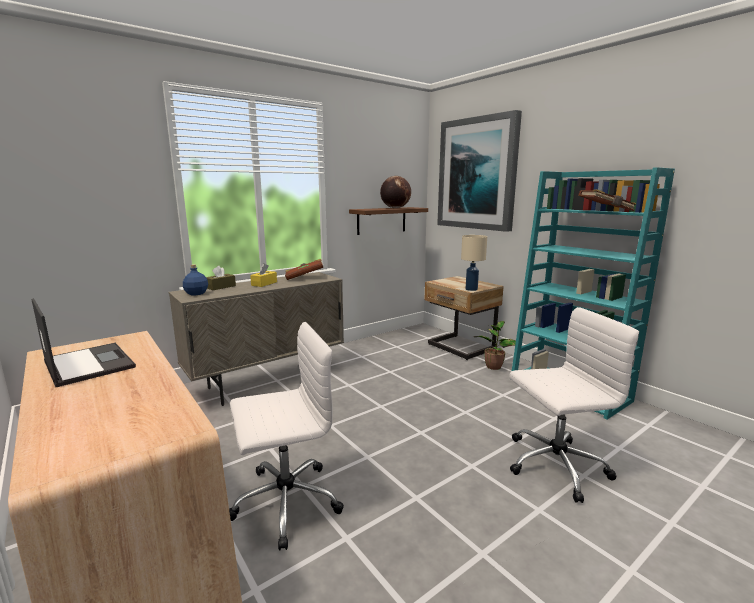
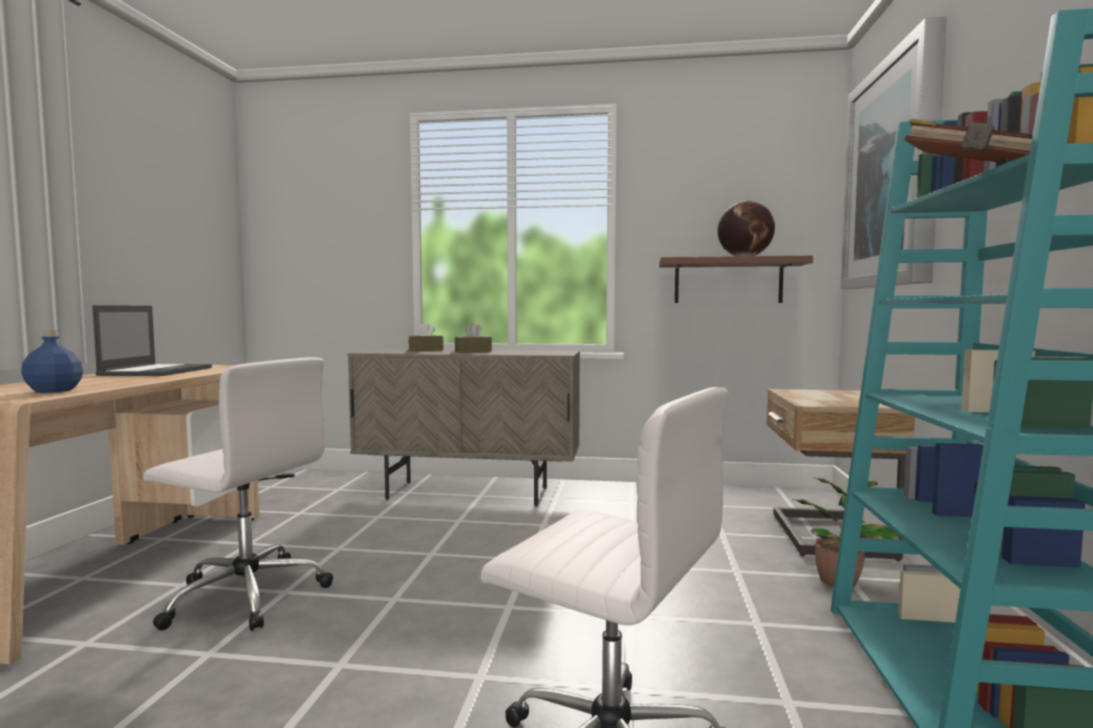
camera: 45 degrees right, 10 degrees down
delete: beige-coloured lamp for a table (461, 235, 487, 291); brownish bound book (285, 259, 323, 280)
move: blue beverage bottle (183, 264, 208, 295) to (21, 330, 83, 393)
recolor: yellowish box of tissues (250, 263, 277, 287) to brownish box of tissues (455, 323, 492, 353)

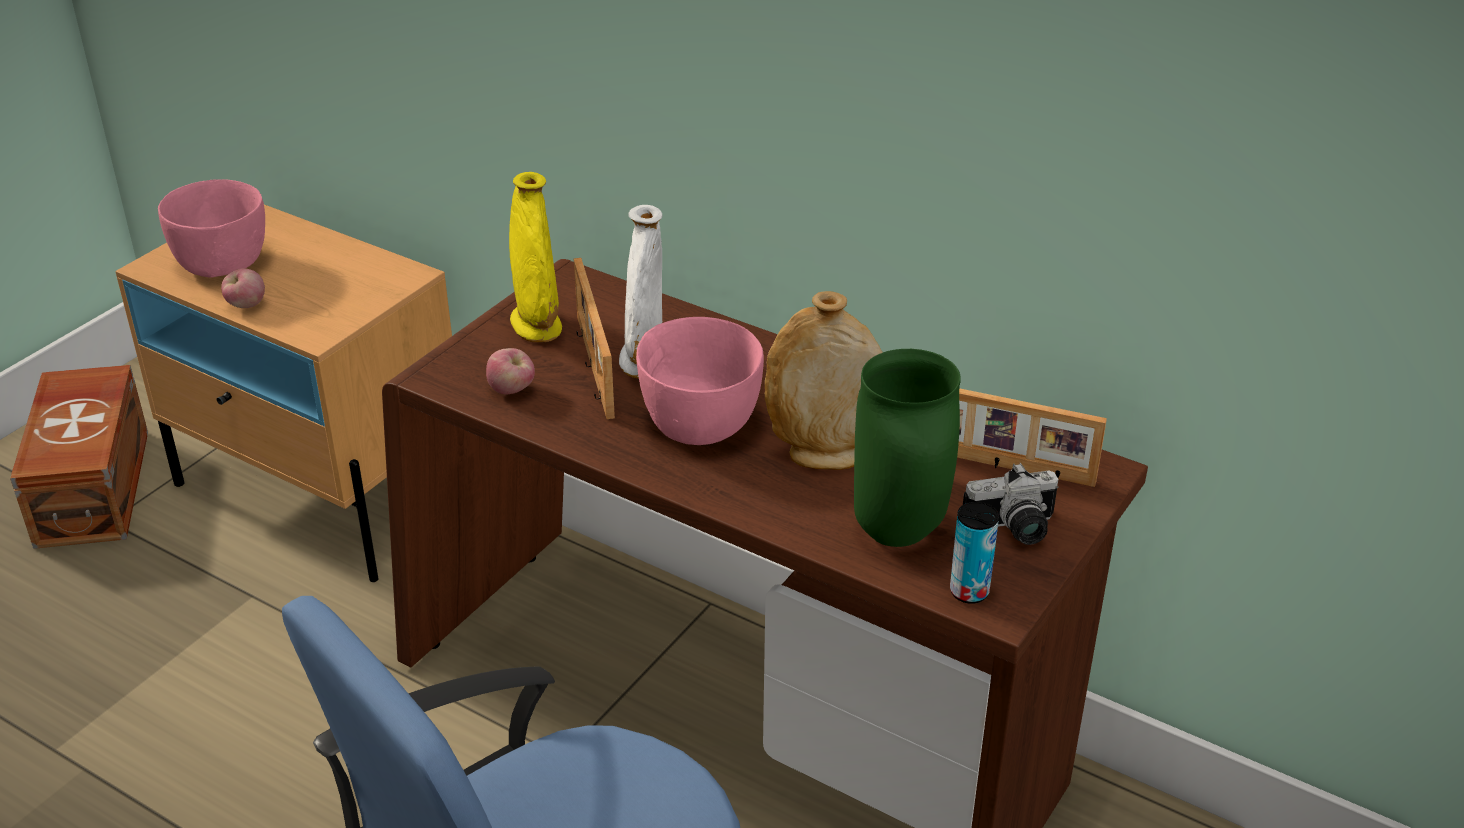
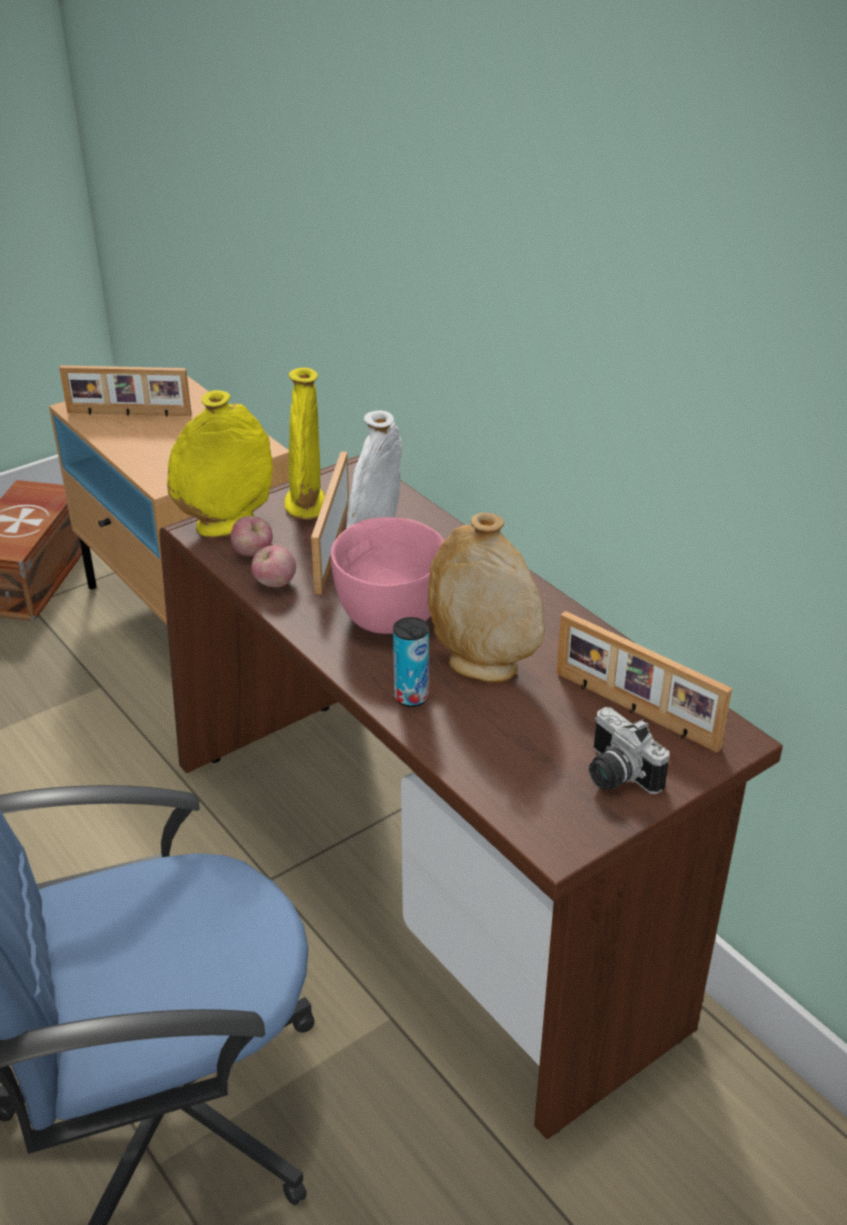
camera: 20 degrees right, 0 degrees up
delete: green-coloured flower vase (854, 349, 961, 547)
insert: yellowish flower vase (167, 390, 273, 538)
move: apple fruit (221, 268, 265, 308) to (251, 545, 296, 587); metal can (950, 502, 999, 604) to (393, 617, 429, 707)
replace: pink-coloured bowl (158, 179, 265, 278) to standing frame (59, 365, 192, 417)
rotate: photo camera (963, 463, 1058, 545) = (589, 707, 669, 794) 45 degrees clockwise

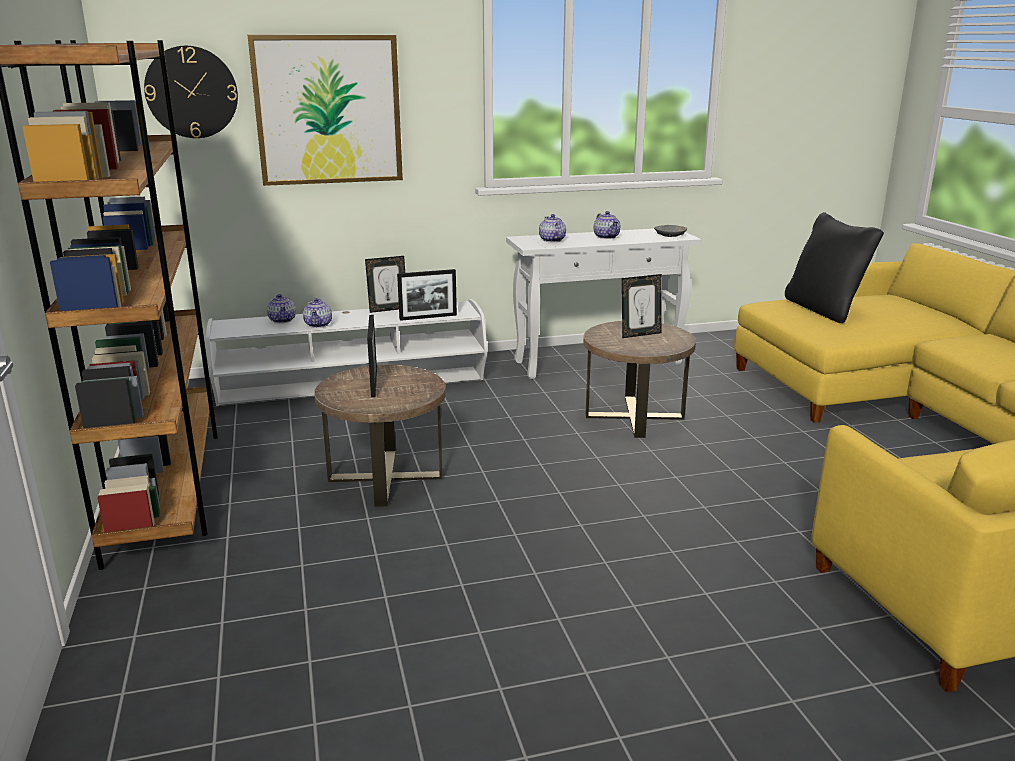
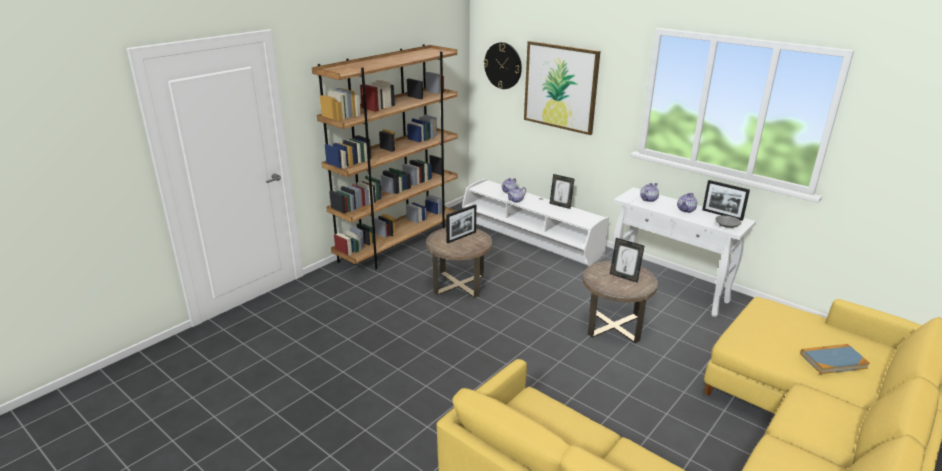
camera: 55 degrees right, 5 degrees up
delete: blackish throw pillow (785, 212, 884, 323)
insert: bound book (800, 344, 870, 374)
move: standing frame (397, 269, 457, 321) to (702, 180, 750, 221)

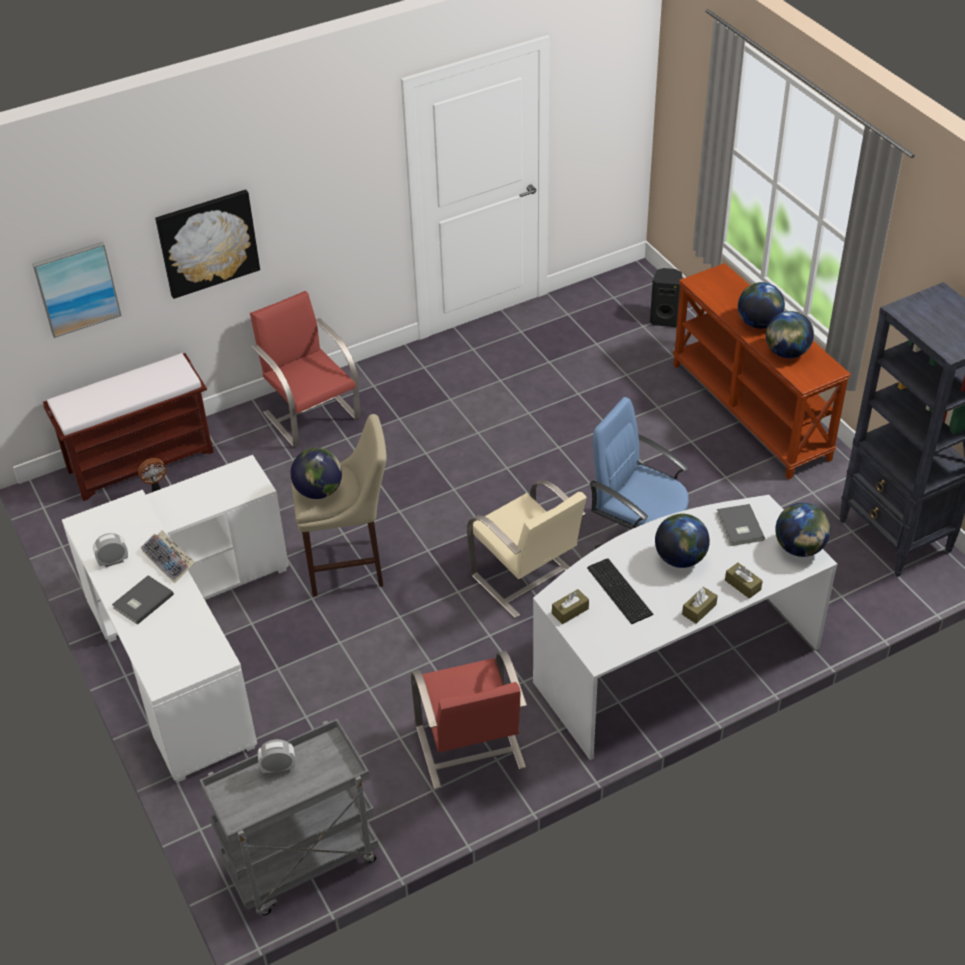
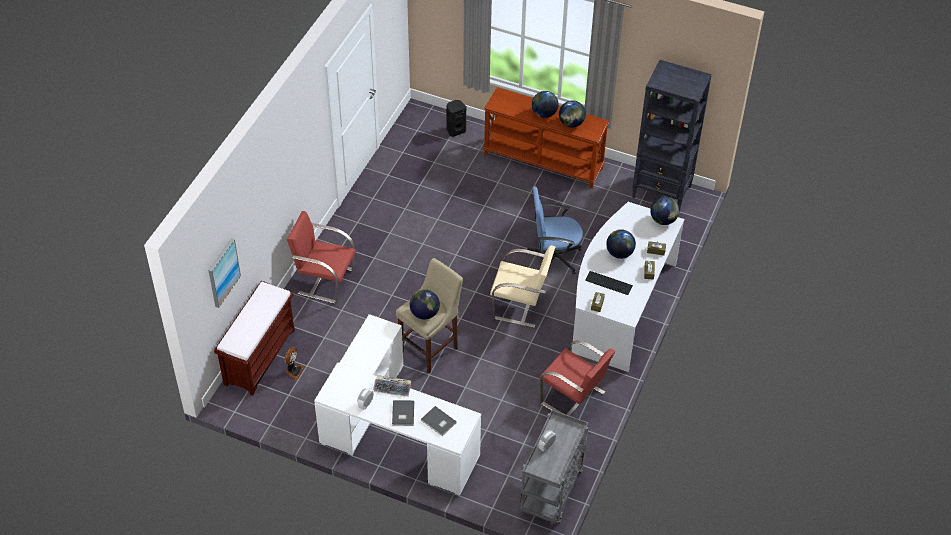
camera: 40 degrees left, 5 degrees up
delete: picture (155, 190, 260, 299)
move: gray bound book (716, 504, 765, 546) to (421, 406, 457, 436)

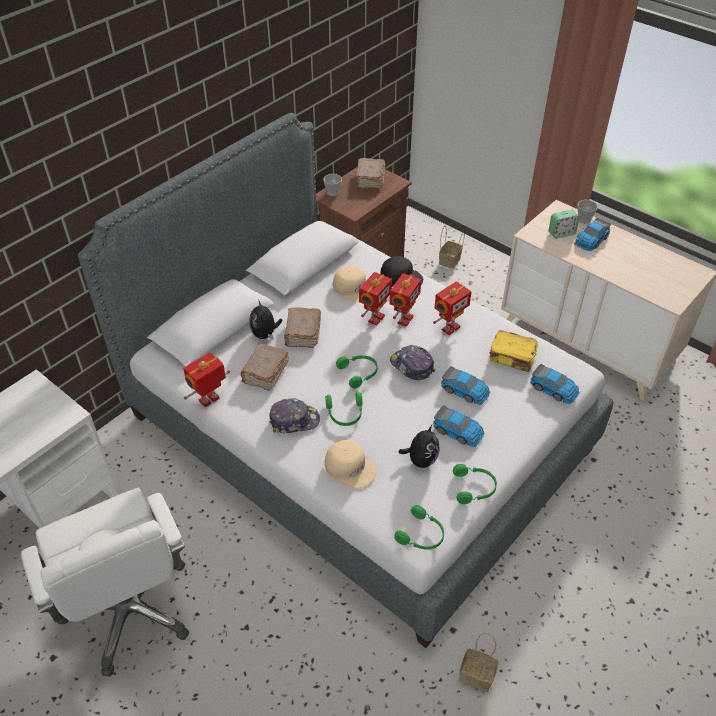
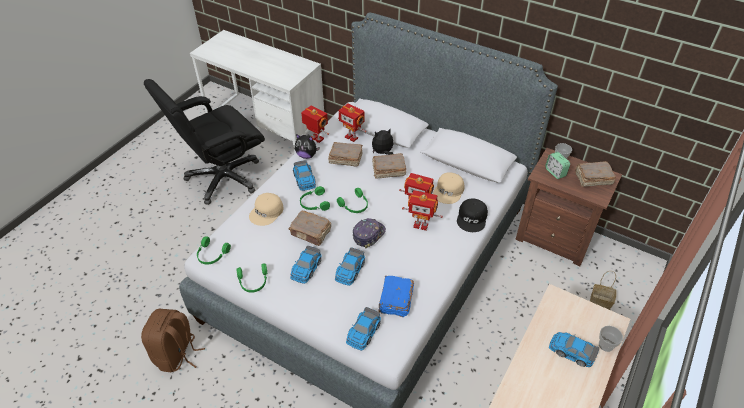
camera: 80 degrees right, 0 degrees up
insert: brownish bound book (288, 210, 331, 246)
move: alarm clock (549, 209, 579, 239) to (545, 152, 570, 179); robot figure (433, 281, 471, 335) to (338, 103, 367, 142); plush toy (399, 425, 440, 468) to (295, 134, 320, 159)
replace: baseball cap (269, 398, 320, 433) to model car (293, 160, 316, 191); storage basket (459, 633, 499, 692) to brownish rucksack (141, 309, 205, 372)
recolor: yellowish bound book (489, 330, 539, 372) to blue bound book (378, 276, 414, 317); white computer chair (21, 488, 189, 676) to blackish computer chair (144, 79, 265, 205)

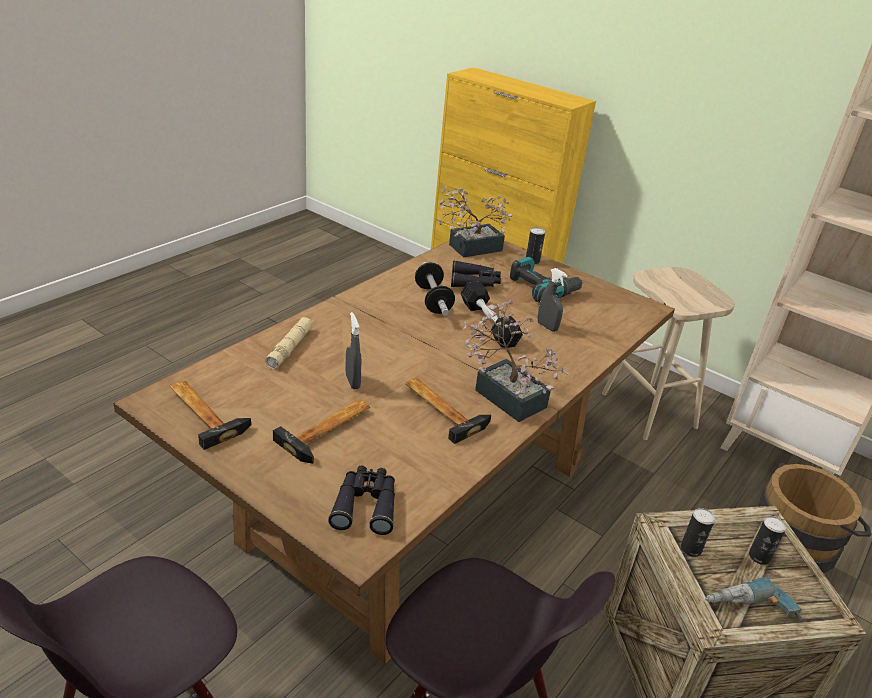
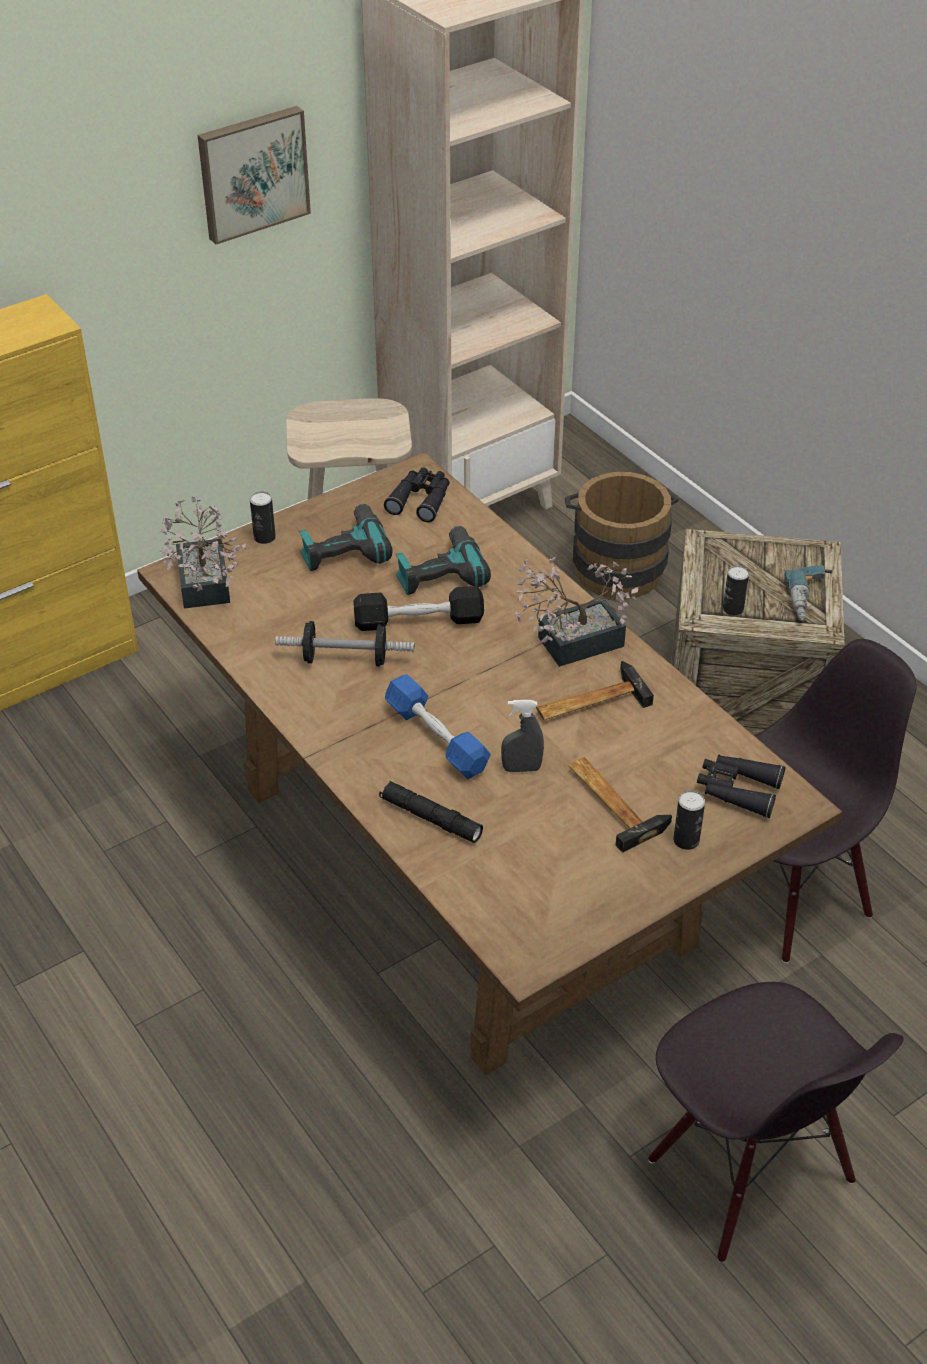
camera: 70 degrees left, 10 degrees up
delete: hand hammer (170, 381, 251, 450)
insert: picture (198, 106, 311, 244); blue hand weight (385, 674, 491, 779)
move: blackish binoculars (451, 260, 501, 287) to (384, 467, 450, 522); metal can (749, 516, 786, 565) to (673, 790, 705, 850)
replace: gray spray bottle (538, 268, 567, 332) to drill (396, 525, 491, 595)
recolor: beige-coloured flashlight (265, 317, 314, 369) to blackish flashlight (379, 781, 483, 843)

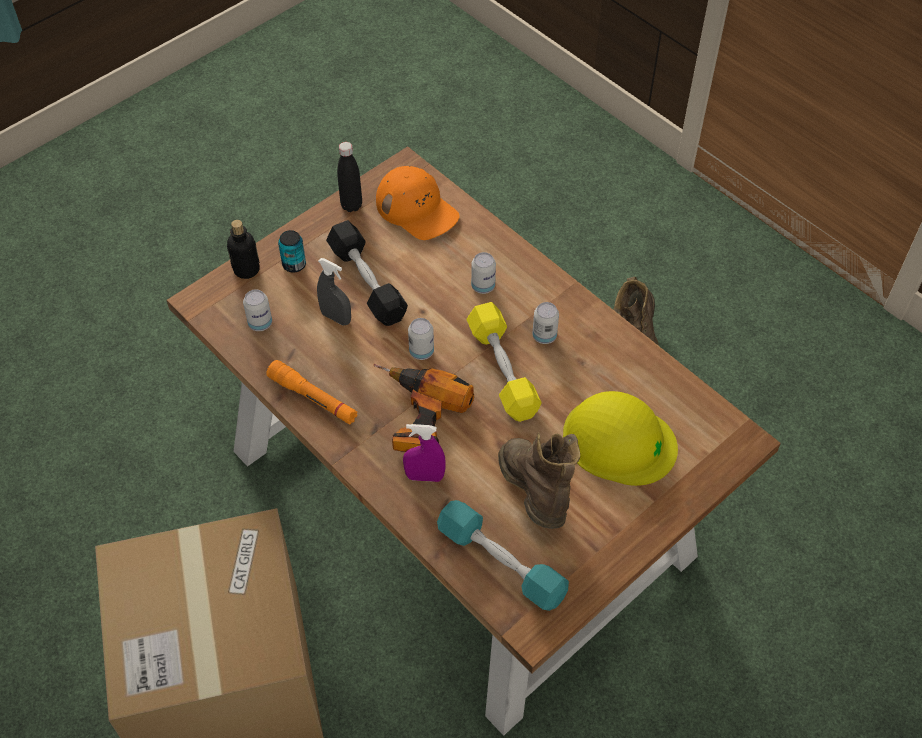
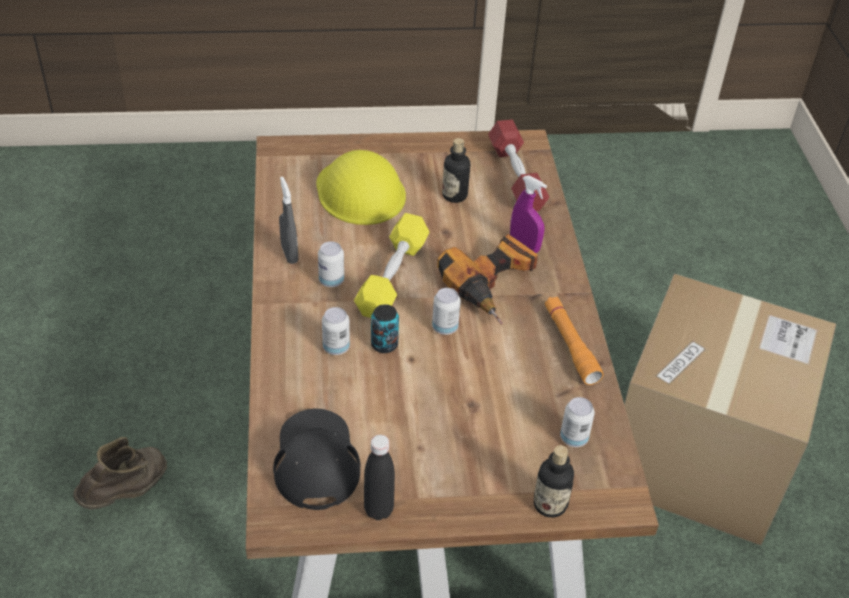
camera: 145 degrees left, 10 degrees down
delete: blackish hand weight (326, 220, 408, 326)
move: metal can (278, 230, 306, 273) to (371, 304, 399, 353); gray spray bottle (317, 258, 351, 326) to (279, 176, 298, 264)
replace: brownish high-top boot (498, 432, 580, 529) to beverage bottle (442, 138, 470, 203)
recolor: orange baseball cap (376, 166, 460, 240) to blackish baseball cap (273, 409, 360, 510); turquoise hand weight (437, 500, 569, 611) to red-coloured hand weight (488, 120, 549, 211)

